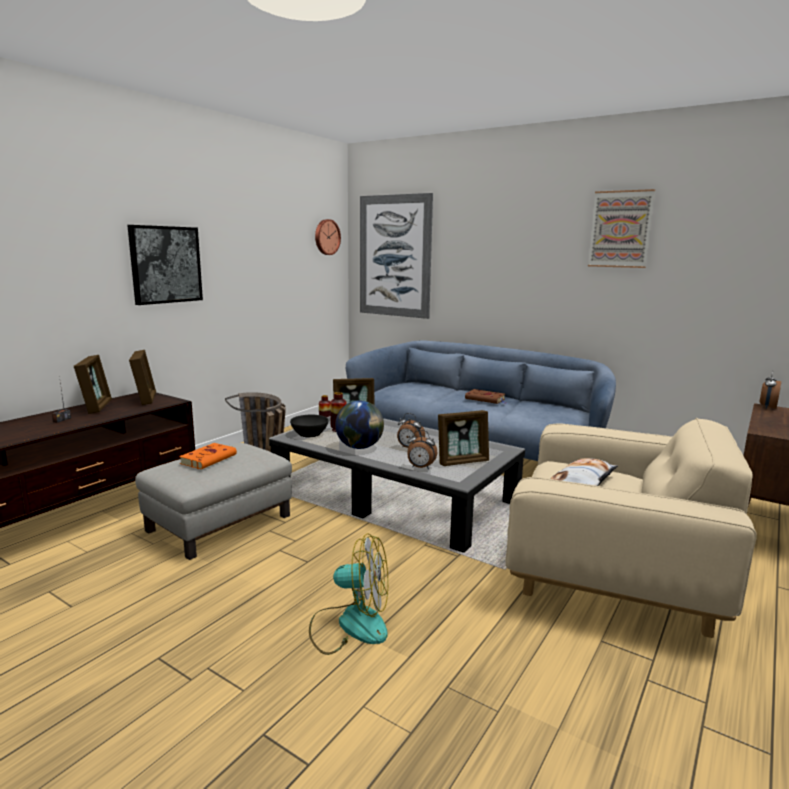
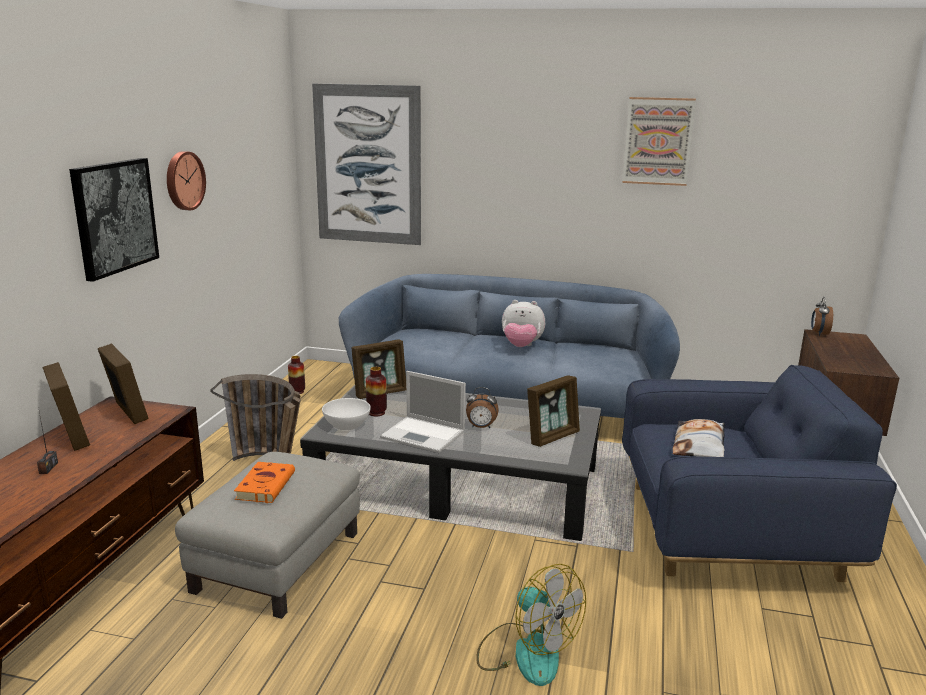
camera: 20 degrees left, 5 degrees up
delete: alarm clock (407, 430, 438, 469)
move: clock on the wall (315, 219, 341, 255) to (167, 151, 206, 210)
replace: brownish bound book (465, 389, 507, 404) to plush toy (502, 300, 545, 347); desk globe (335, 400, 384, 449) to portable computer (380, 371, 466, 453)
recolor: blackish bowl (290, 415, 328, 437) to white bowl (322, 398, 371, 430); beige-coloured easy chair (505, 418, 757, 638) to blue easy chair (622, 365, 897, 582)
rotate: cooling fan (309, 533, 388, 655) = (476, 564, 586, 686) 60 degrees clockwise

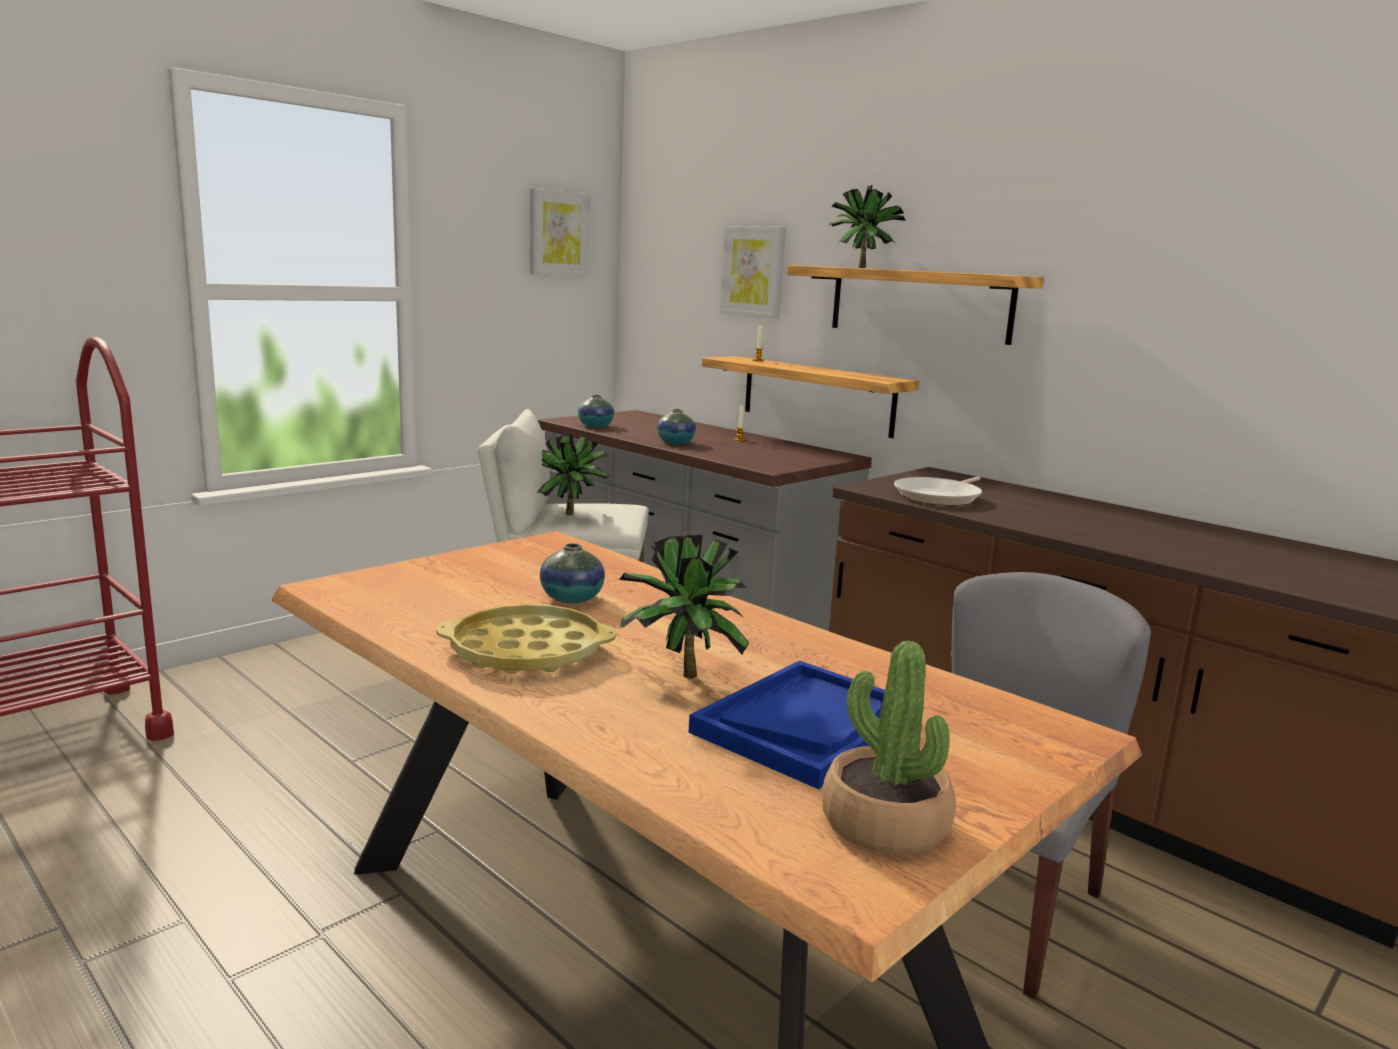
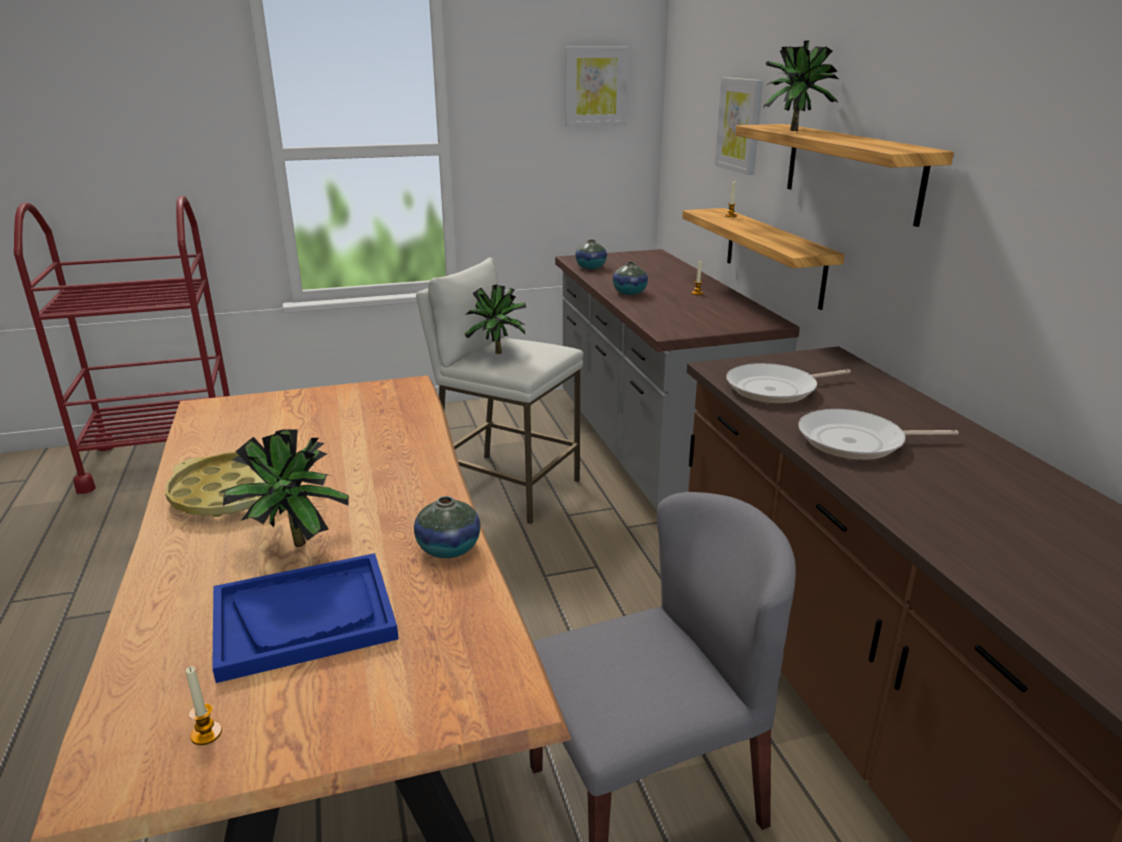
camera: 30 degrees right, 10 degrees up
insert: pan (799, 409, 959, 460)
move: flower vase (540, 543, 605, 603) to (414, 496, 481, 558)
replace: plant in a pot (822, 641, 956, 855) to wax light (186, 666, 222, 745)

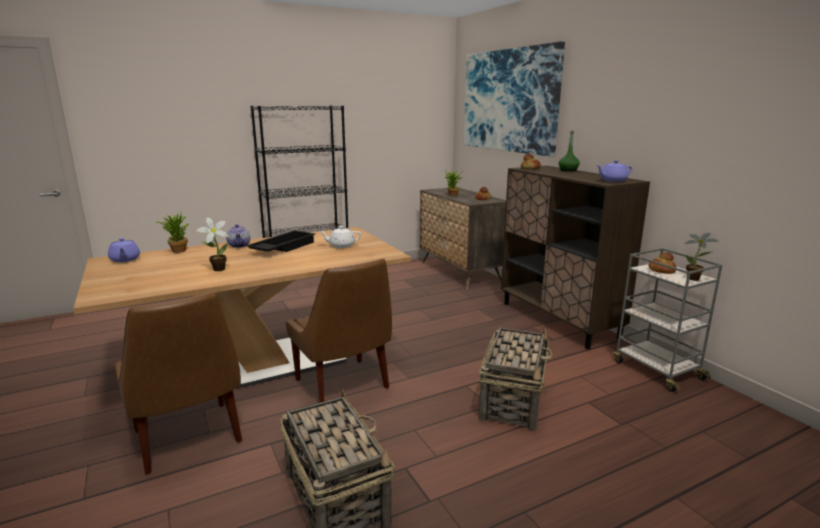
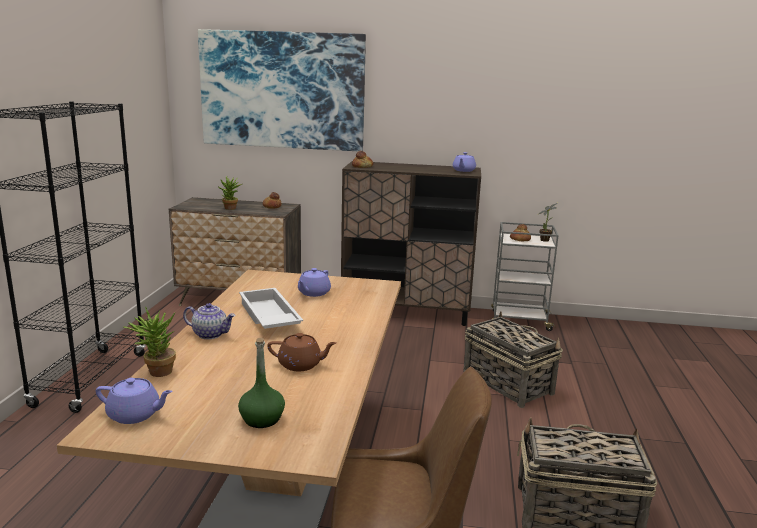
camera: 55 degrees left, 0 degrees up
delete: brownish chair (286, 259, 392, 403)
move: green-coloured beverage bottle (559, 130, 580, 172) to (238, 338, 285, 428)
replace: plant in a pot (196, 217, 229, 271) to brownish pot for tea (267, 333, 336, 371)
recolor: white pot for tea (319, 226, 361, 248) to purple pot for tea (298, 268, 331, 297); blackish tray (246, 230, 315, 252) to white tray (239, 288, 303, 329)

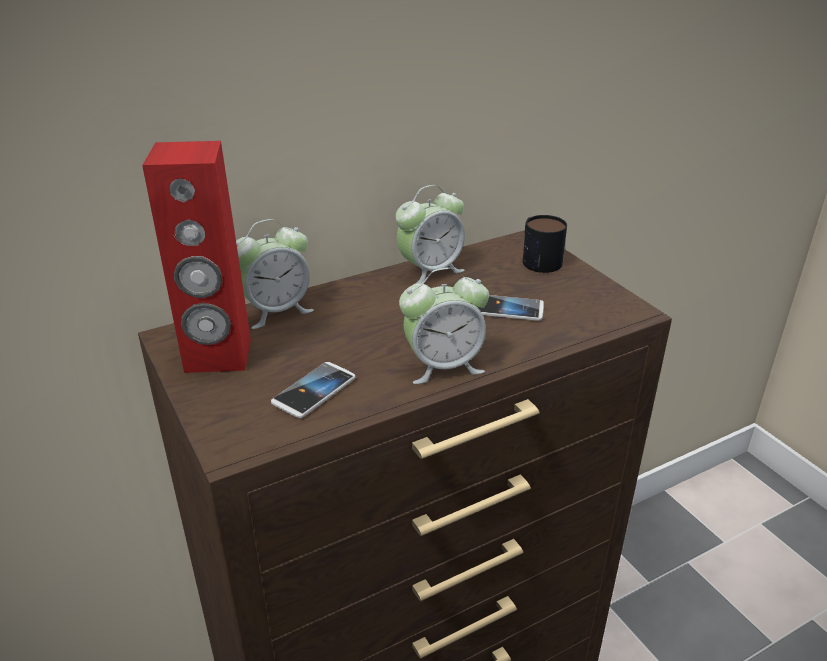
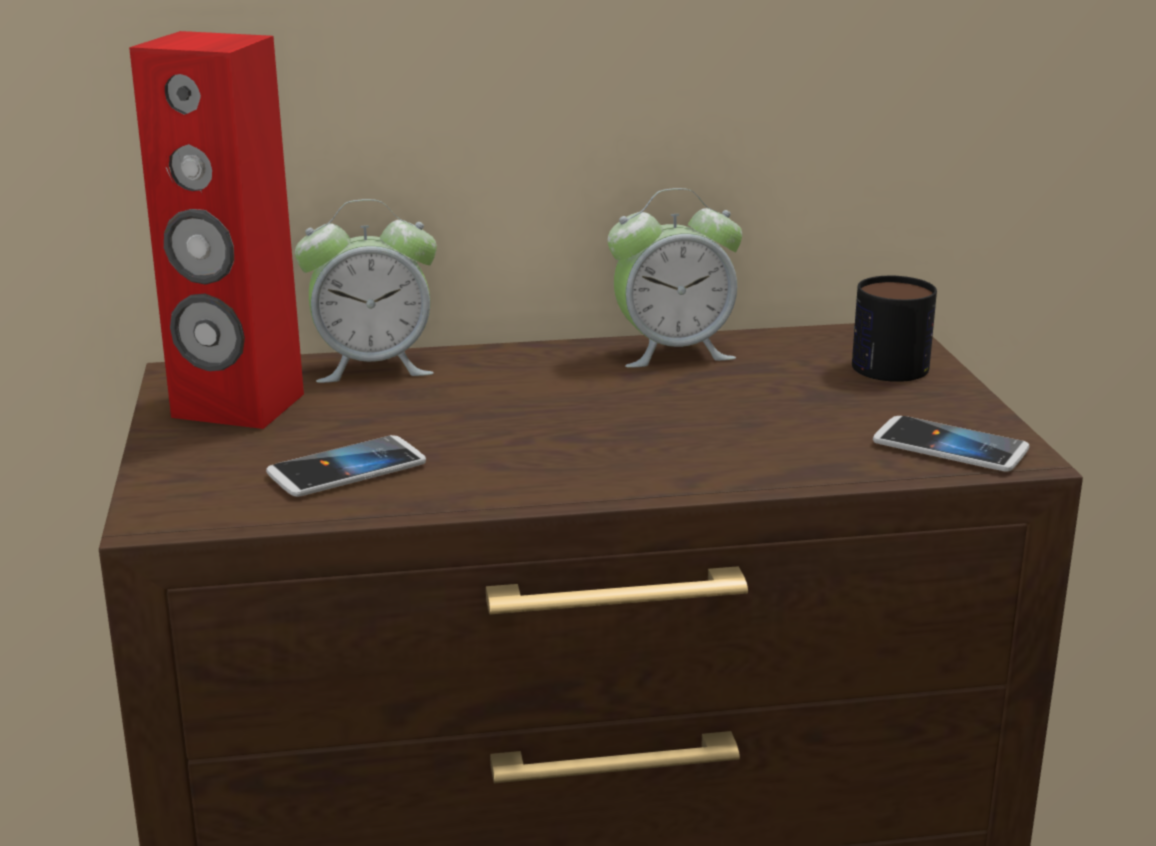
camera: 20 degrees right, 10 degrees down
delete: alarm clock (399, 267, 489, 384)
move: phone (478, 295, 544, 321) to (873, 416, 1029, 472)

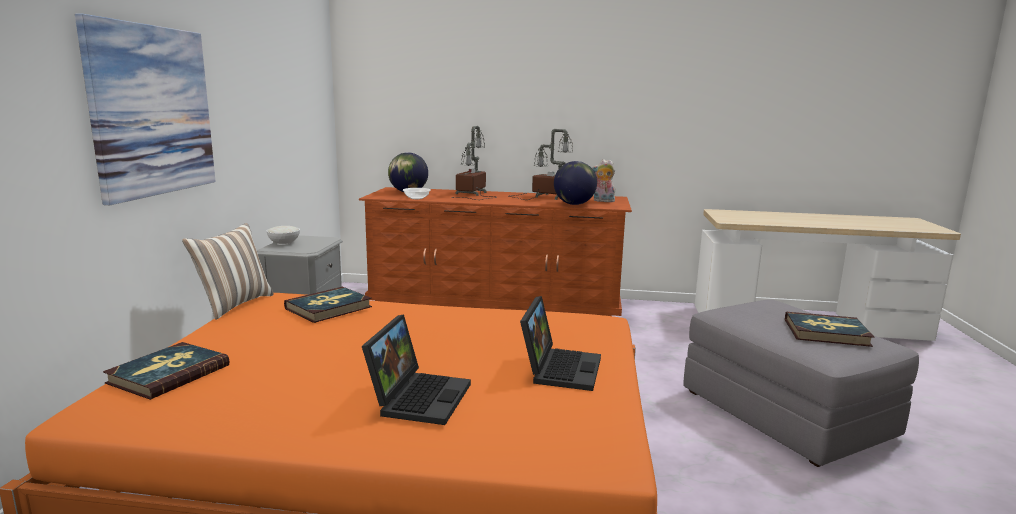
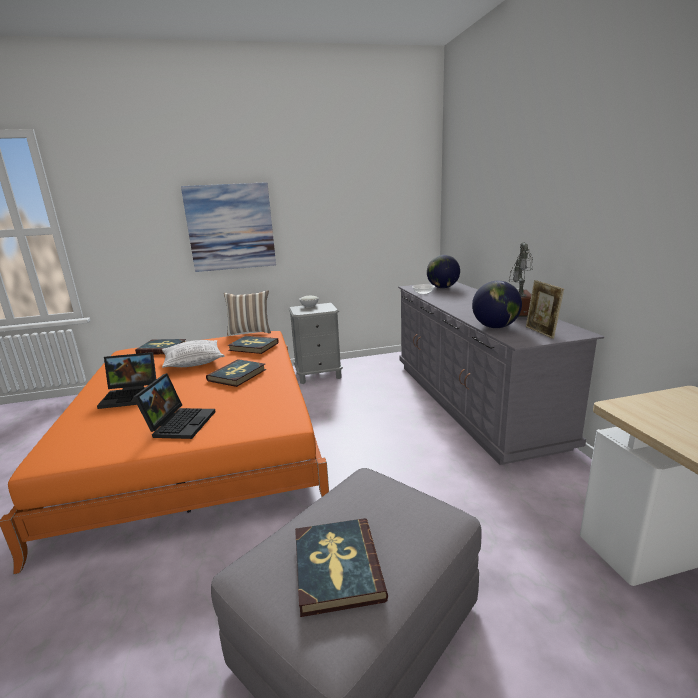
camera: 70 degrees right, 5 degrees up
delete: lamp for a table (451, 126, 497, 200)
insert: throw pillow (162, 340, 225, 368); bound book (206, 359, 266, 387)
replace: plush toy (592, 159, 615, 202) to standing frame (526, 280, 564, 339)
recolor: brownish dresser (359, 187, 632, 316) to gray dresser (398, 282, 604, 465)
rotate: portable computer (520, 296, 601, 391) = (133, 373, 215, 439) 75 degrees counterclockwise

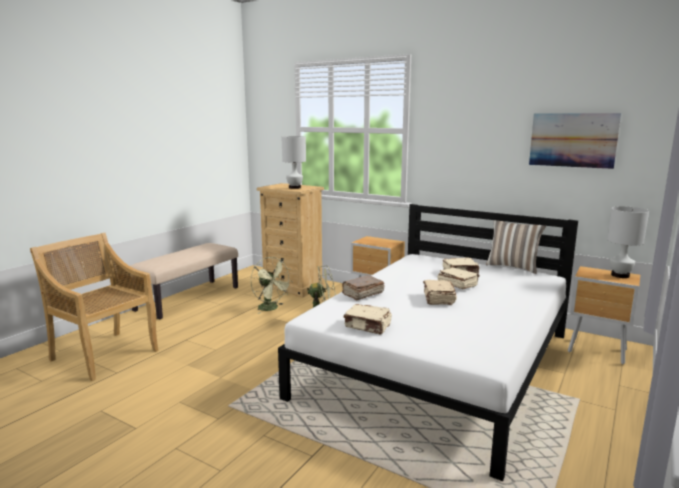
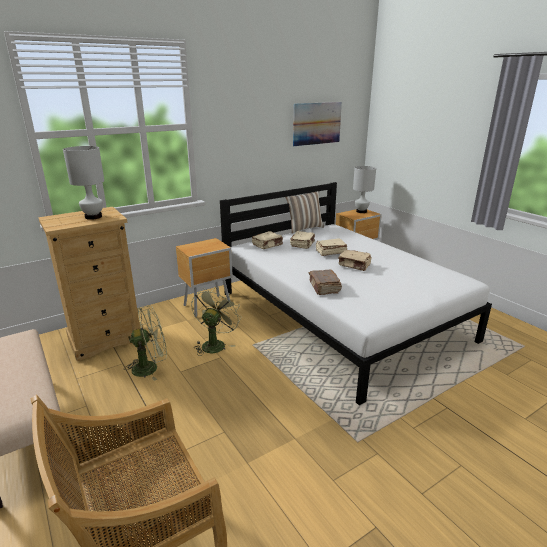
camera: 65 degrees left, 10 degrees up
move: beige-coloured bound book (344, 304, 392, 335) to (252, 231, 283, 249)

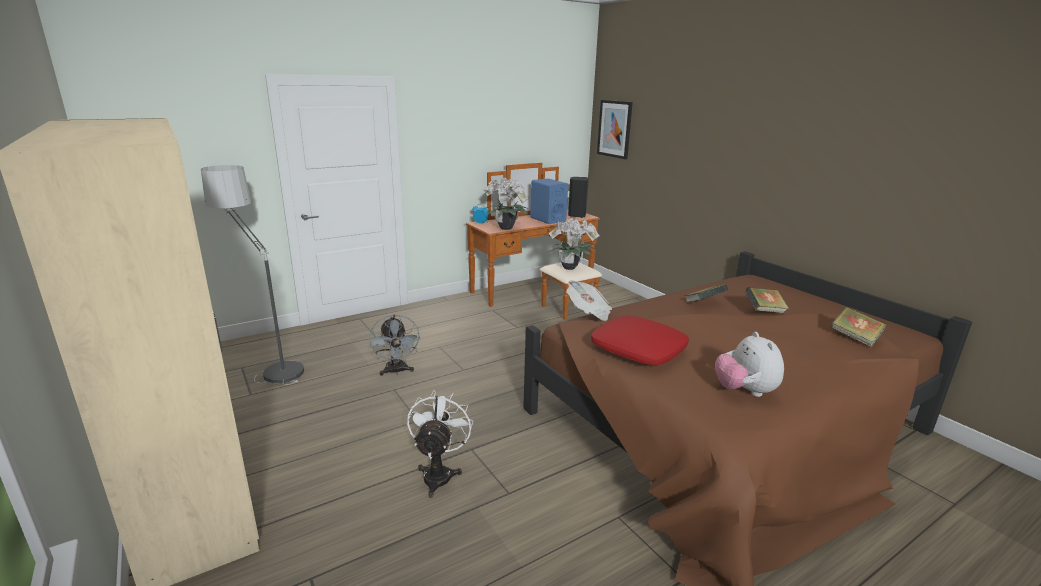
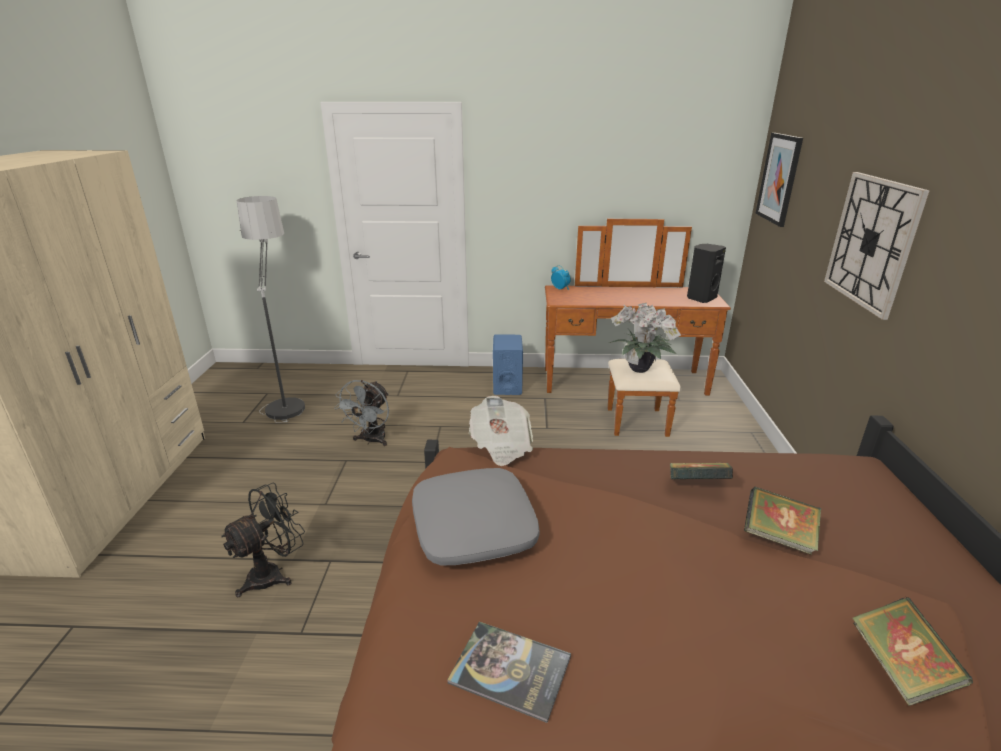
camera: 35 degrees right, 5 degrees up
delete: plant in a pot (484, 177, 528, 230)
insert: clock on the wall (824, 172, 930, 320)
move: blue audio speaker (530, 179, 568, 224) to (493, 335, 523, 395)
replace: plush toy (715, 332, 784, 397) to bound book (447, 622, 571, 723)
recolor: red-coloured throw pillow (591, 316, 689, 365) to gray throw pillow (412, 468, 540, 566); white cooling fan (407, 390, 473, 498) to blackish cooling fan (221, 483, 305, 598)

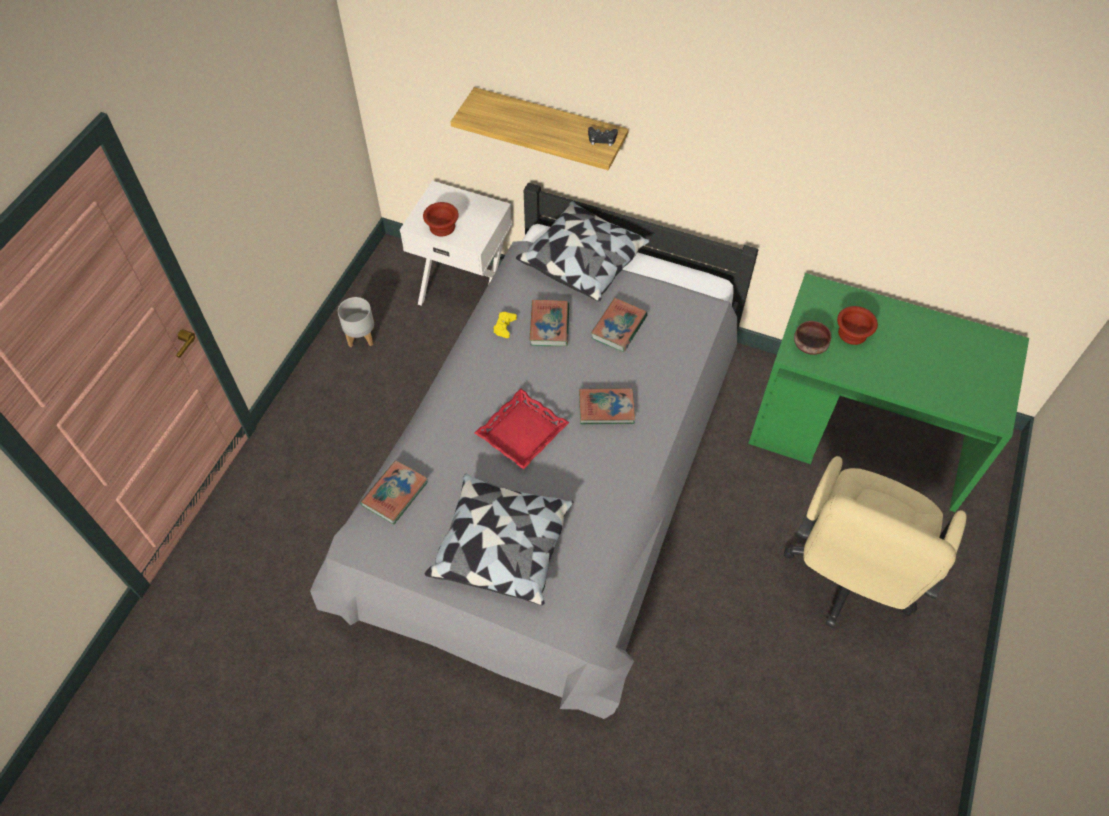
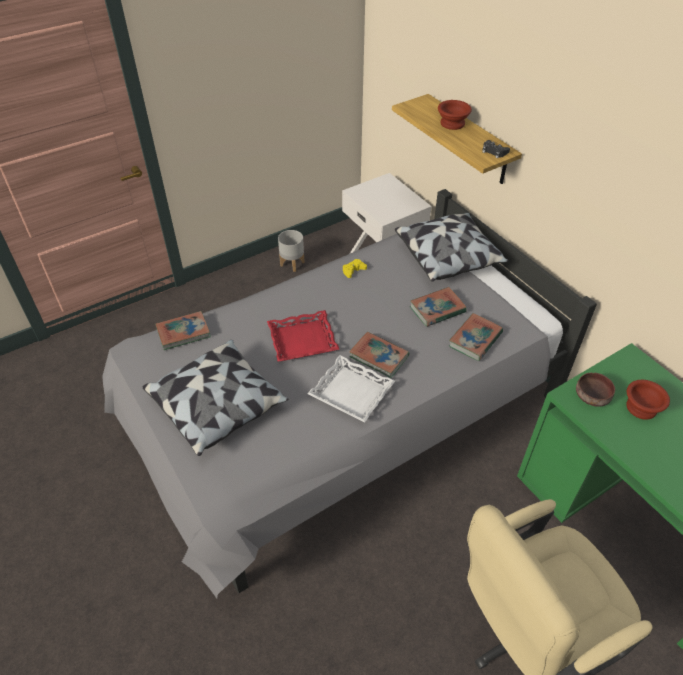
camera: 35 degrees right, 10 degrees down
insert: white tray (307, 355, 395, 423)
move: brownish bowl (423, 202, 459, 236) to (438, 100, 472, 130); bound book (529, 300, 569, 346) to (449, 313, 503, 361)

